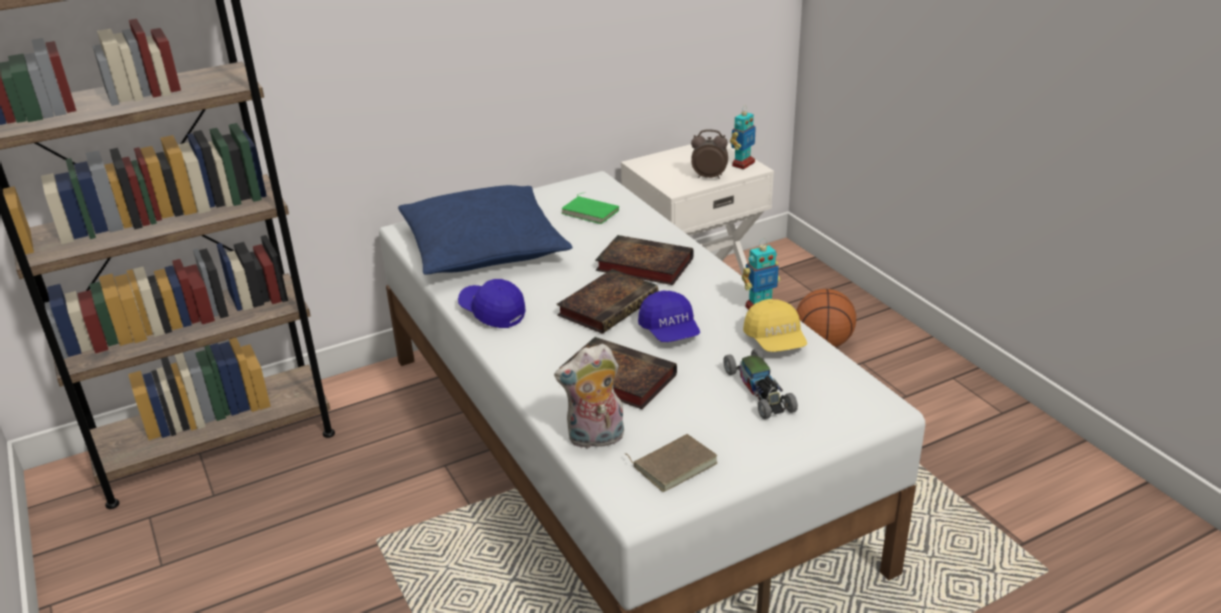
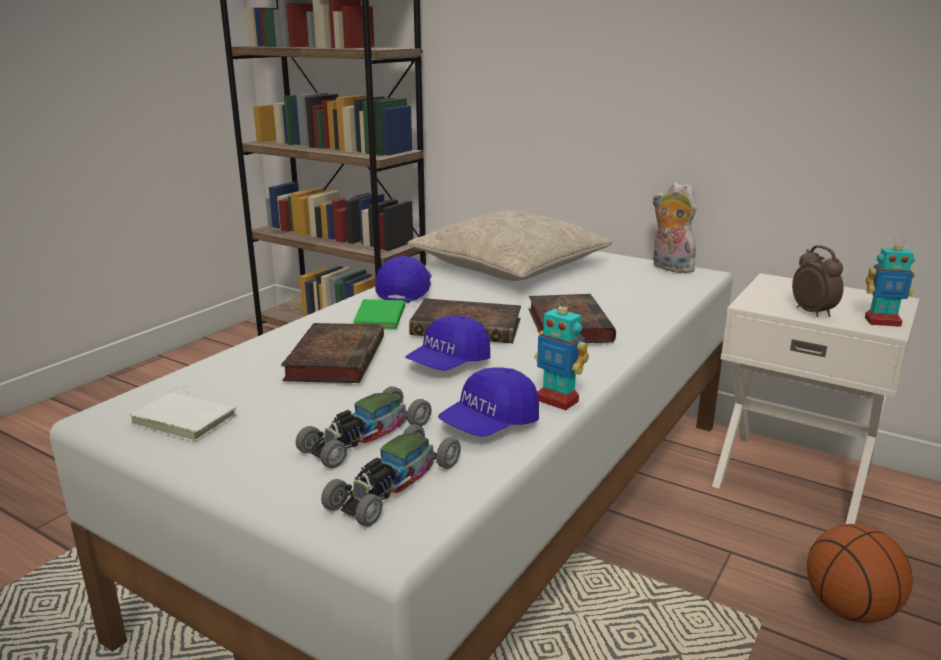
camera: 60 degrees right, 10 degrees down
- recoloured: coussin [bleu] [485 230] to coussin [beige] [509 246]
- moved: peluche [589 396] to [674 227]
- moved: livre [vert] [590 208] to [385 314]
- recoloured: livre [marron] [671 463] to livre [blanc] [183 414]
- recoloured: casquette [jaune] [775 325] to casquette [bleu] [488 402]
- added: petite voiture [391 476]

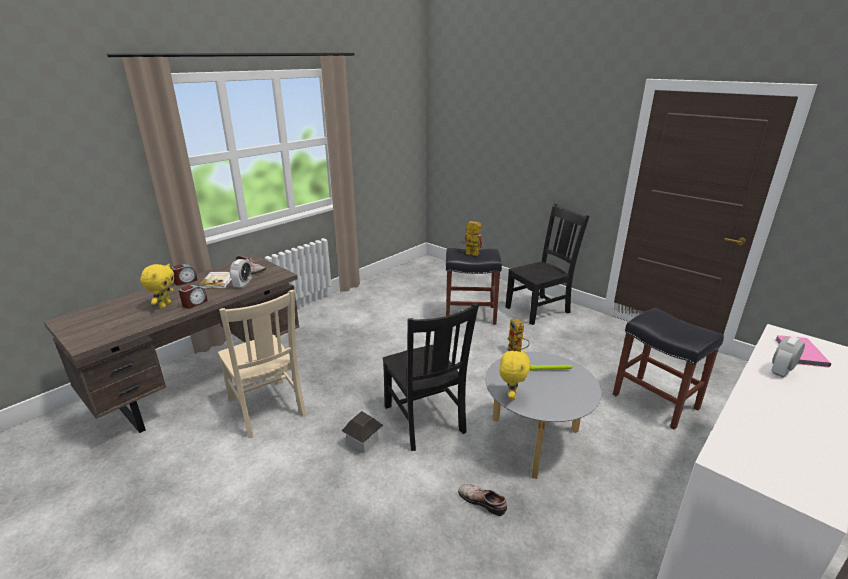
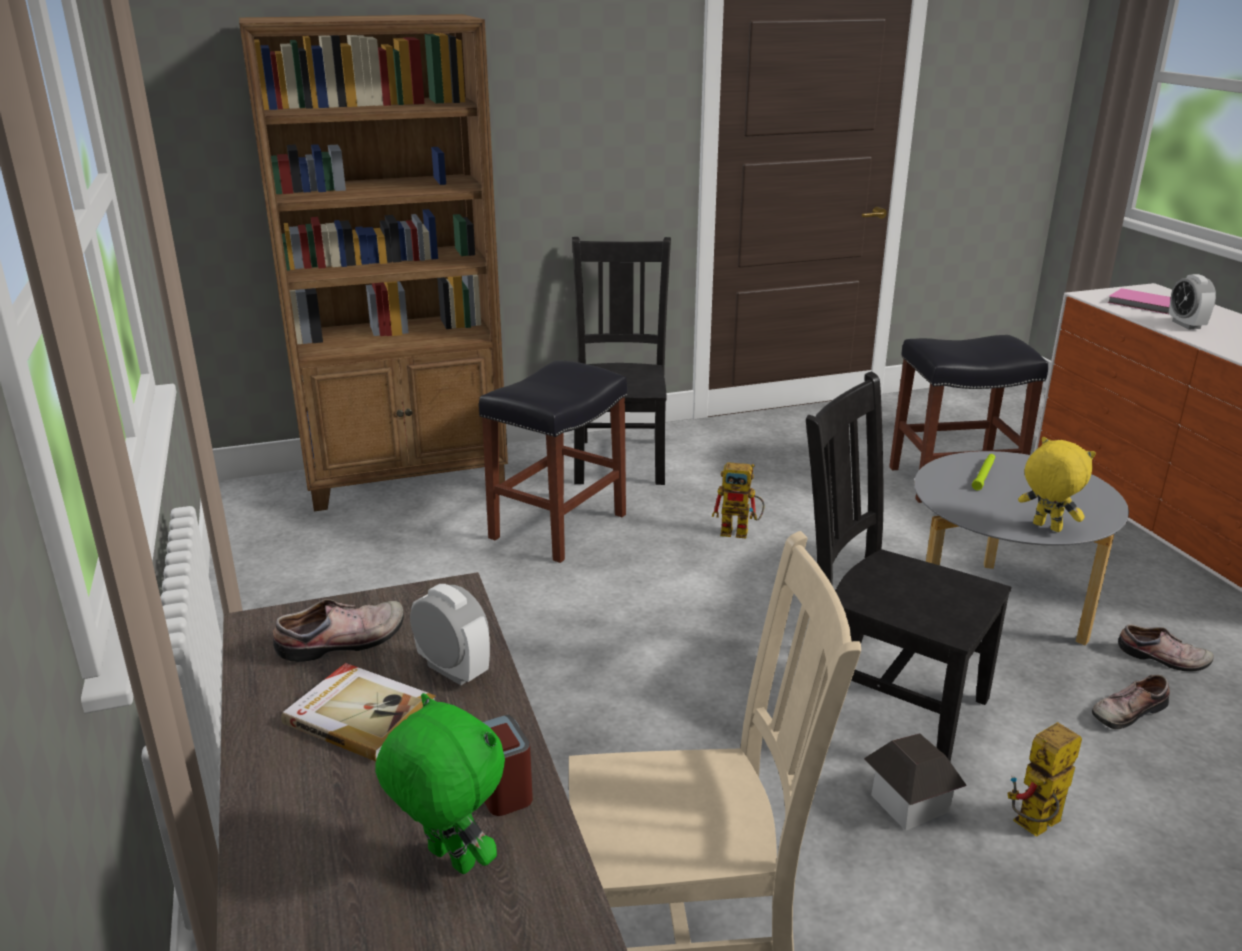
camera: 60 degrees left, 0 degrees up
- recoloured: peluche [jaune] [157 286] to peluche [vert] [440 783]
- removed: réveil [184 275]
- turned: chaise [noir] [430 377] = [908 566] 150 degrees counterclockwise
- moved: robot jouet [471 238] to [1045 779]
- added: bibliothèque [marron] [373 262]
- added: chaussure [1166 648]

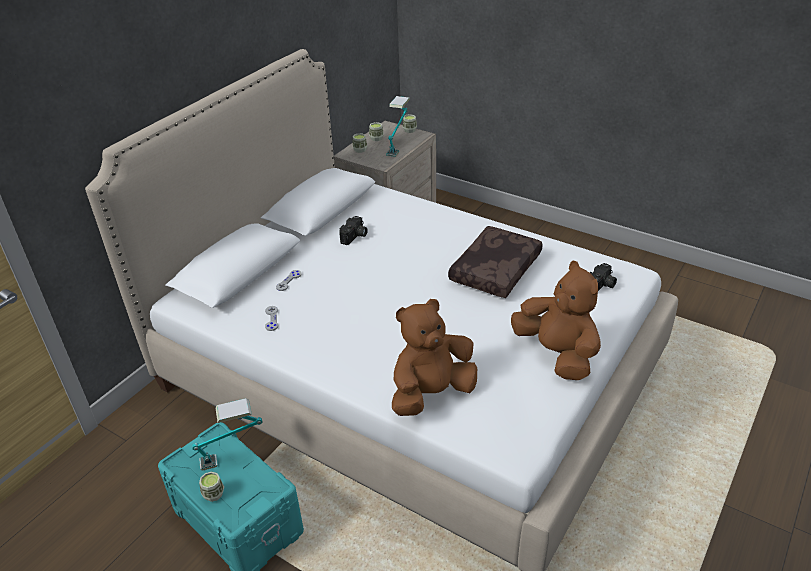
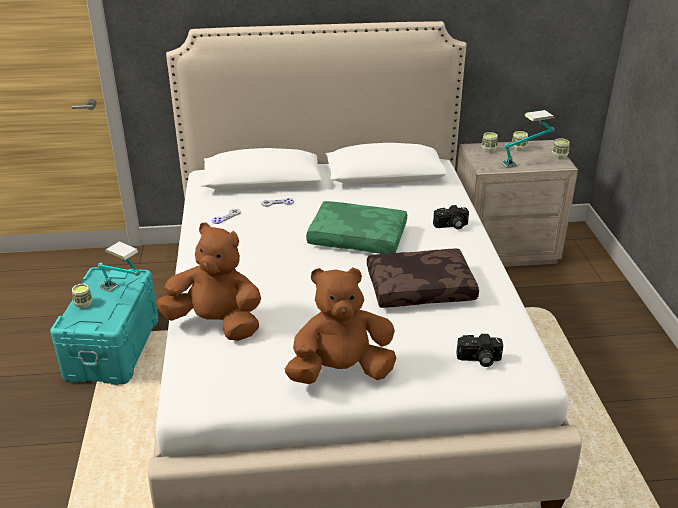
camera: 50 degrees right, 5 degrees down
- moved: appareil photo [353 230] to [451 217]
- turned: peluche [marron] [556 320] = [340 325] 120 degrees counterclockwise
- added: coussin [vert] [356 227]

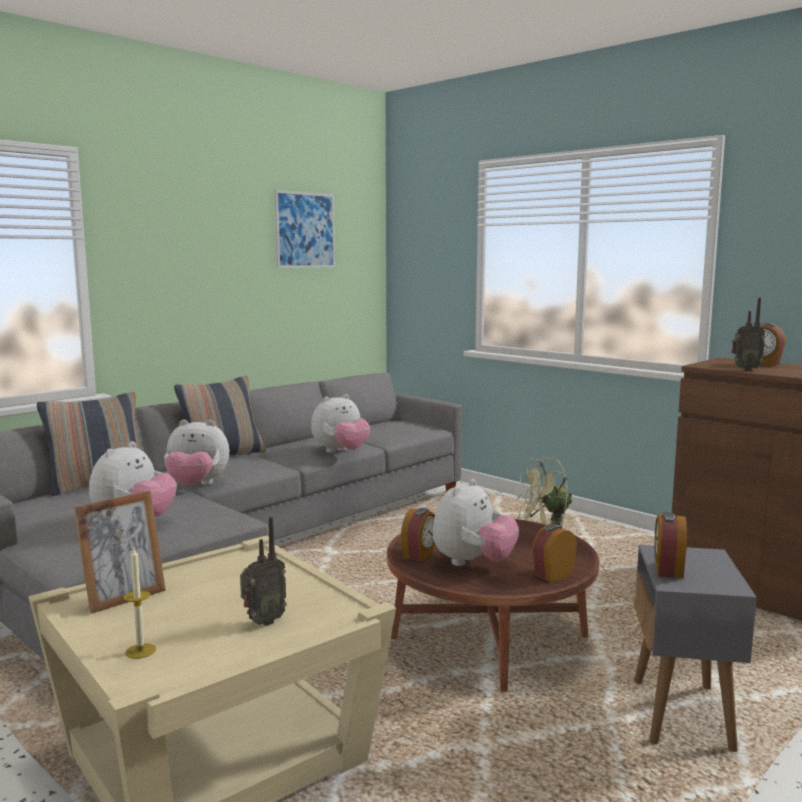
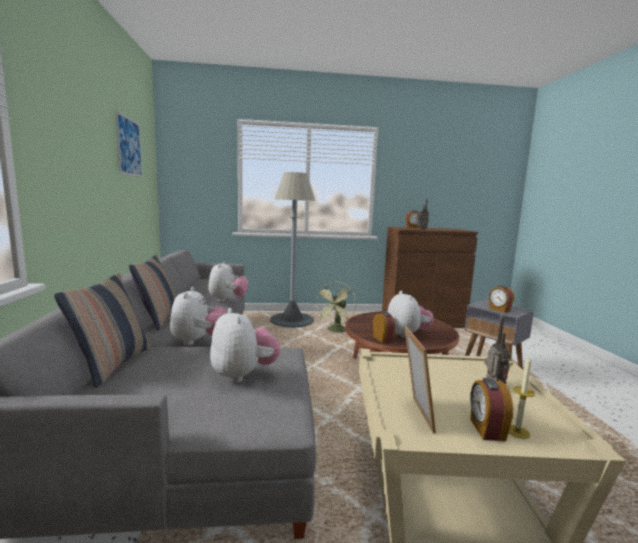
camera: 50 degrees left, 0 degrees up
- turned: peluche [196 453] = [198 316] 45 degrees counterclockwise
- moved: réveil [554 552] to [492 409]
- added: lampadaire [gris] [292 250]

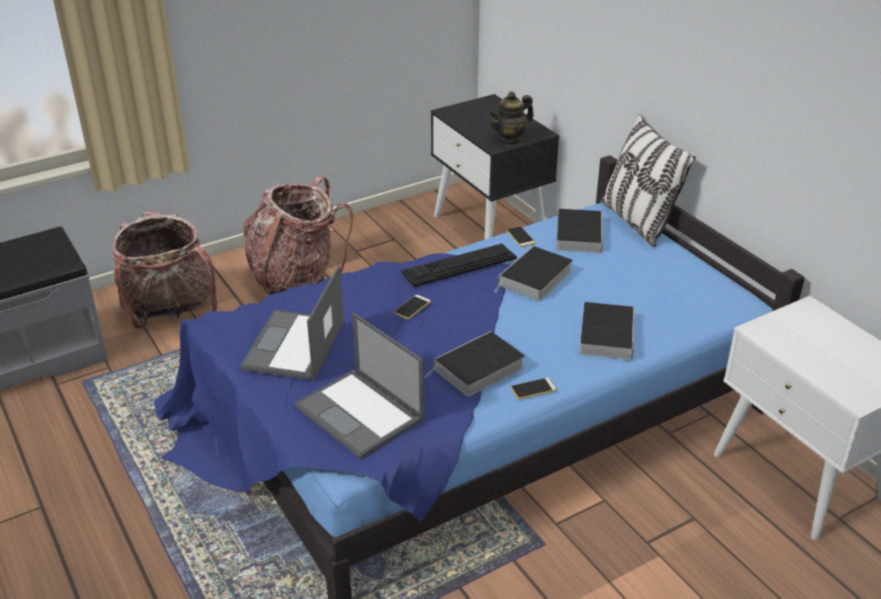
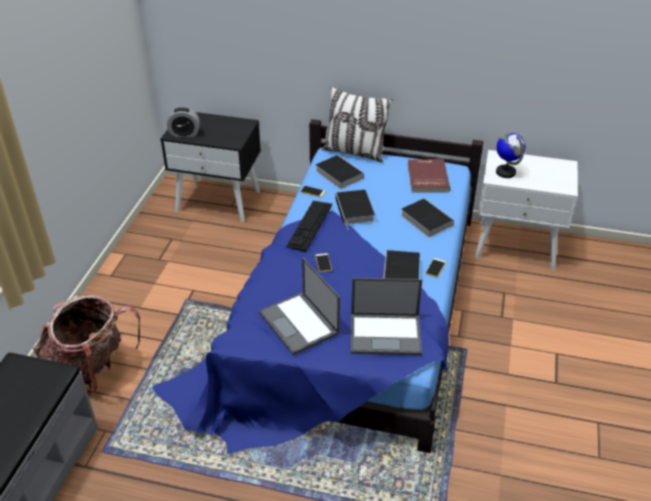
camera: 45 degrees left, 5 degrees up
- removed: sac à dos [298 235]
- removed: théière [511 118]
- added: réveil [183 122]
- added: livre [rouge] [428 176]
- added: globe [510 155]

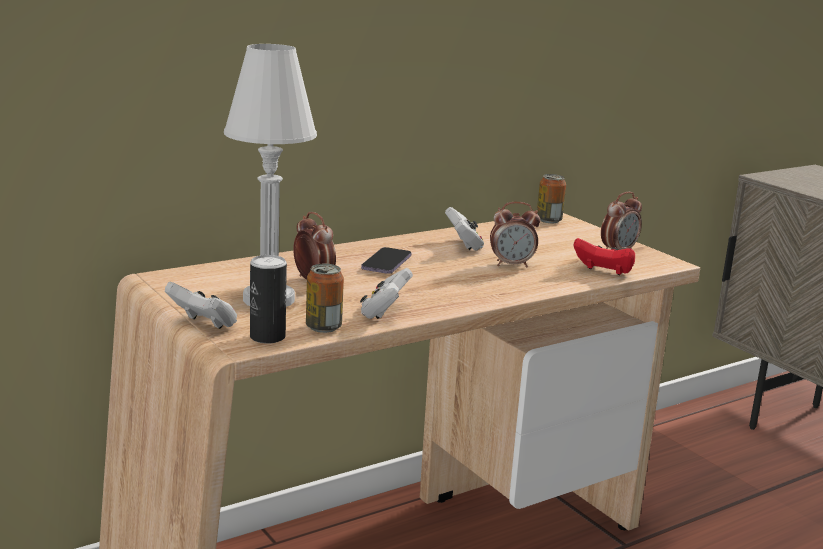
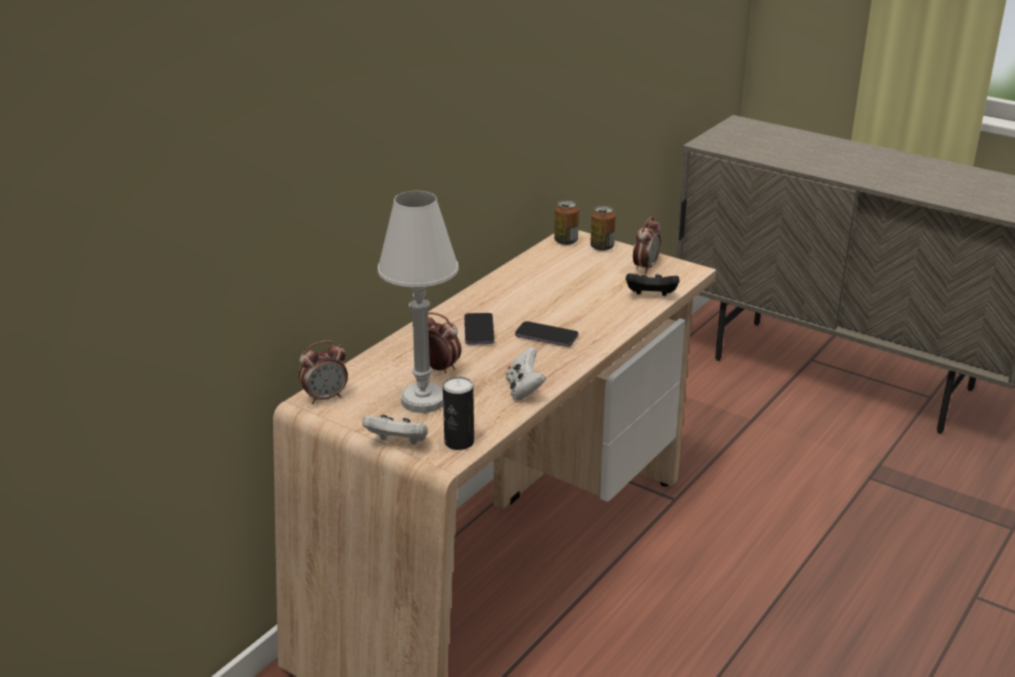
camera: 20 degrees left, 10 degrees up
- moved: boîte métallique [325 298] to [603 228]
- removed: manette [blanc] [464 228]
- moved: réveil [515 235] to [323 372]
- recoloured: manette [rouge] [604 256] to manette [noir] [653 284]
- added: téléphone [547 334]

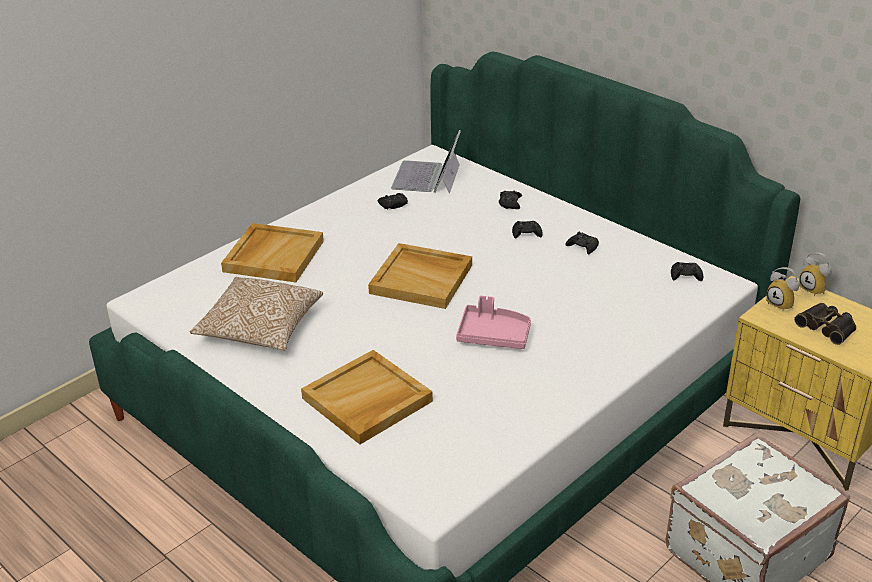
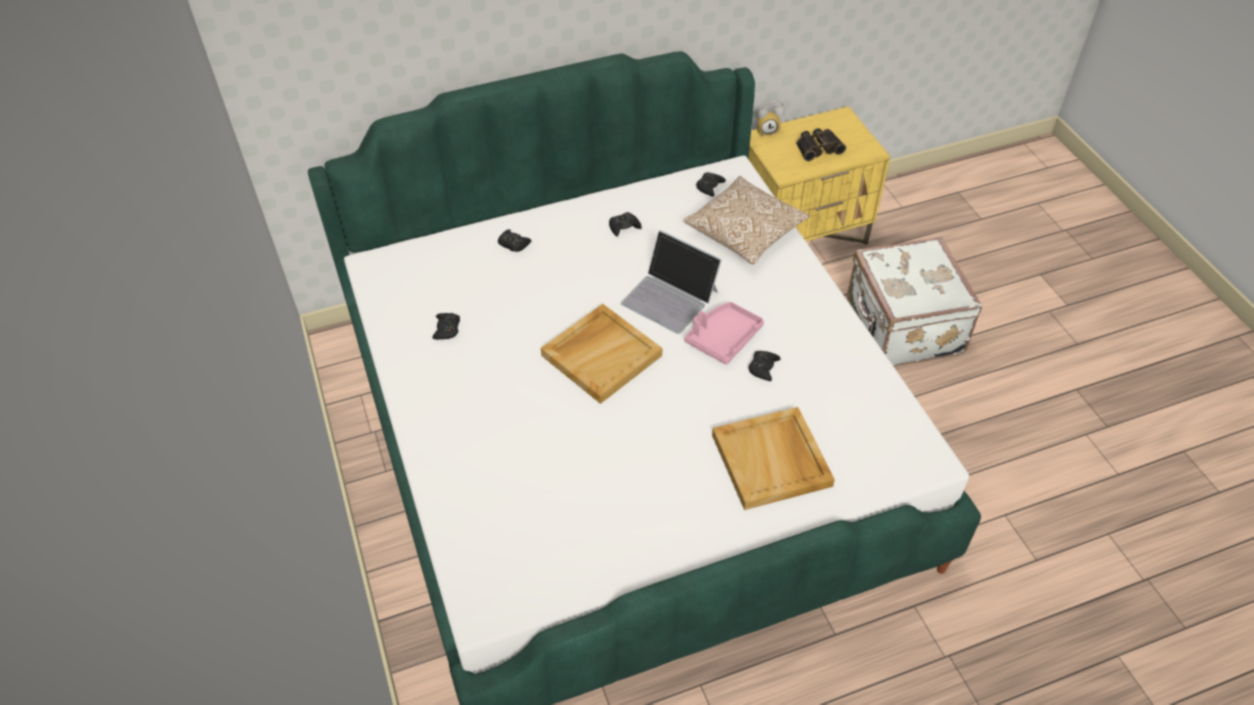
camera: 65 degrees left, 15 degrees up
- moved: coussin [256 314] to [747 220]
- removed: plateau [beige] [272 253]
- moved: ordinateur portable [426 162] to [671 282]
- moved: manette [noir] [527 229] to [764 366]
- removed: réveil [783 289]

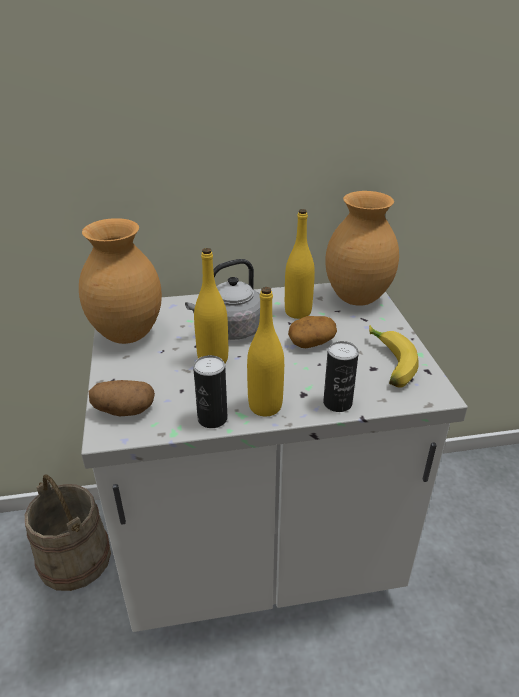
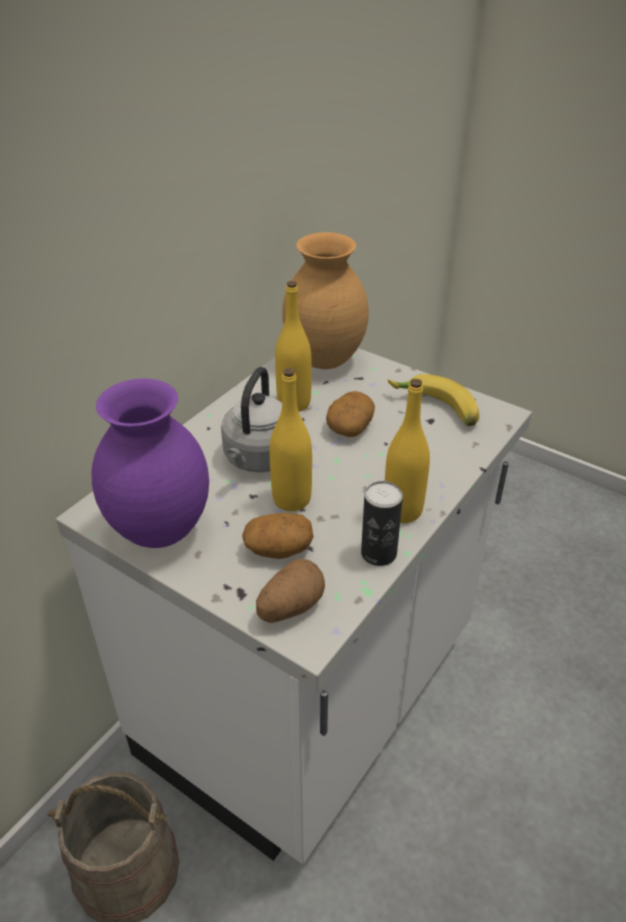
camera: 45 degrees left, 5 degrees up
- recoloured: vase [marron] [120 281] to vase [violet] [150 463]
- removed: boîte métallique [341 376]
- added: pomme de terre [278 536]

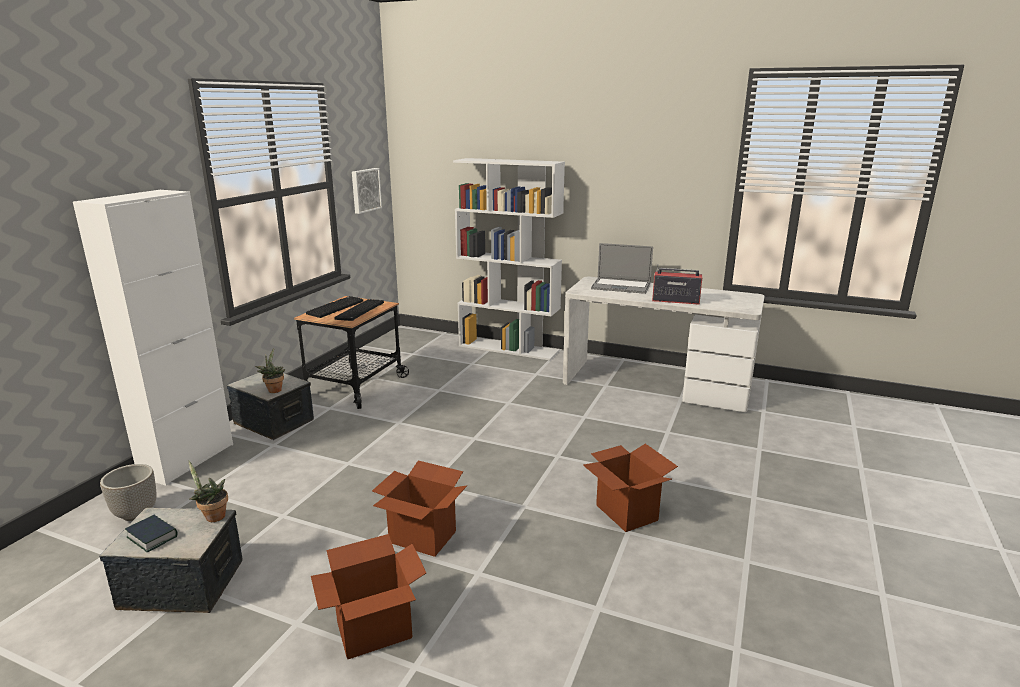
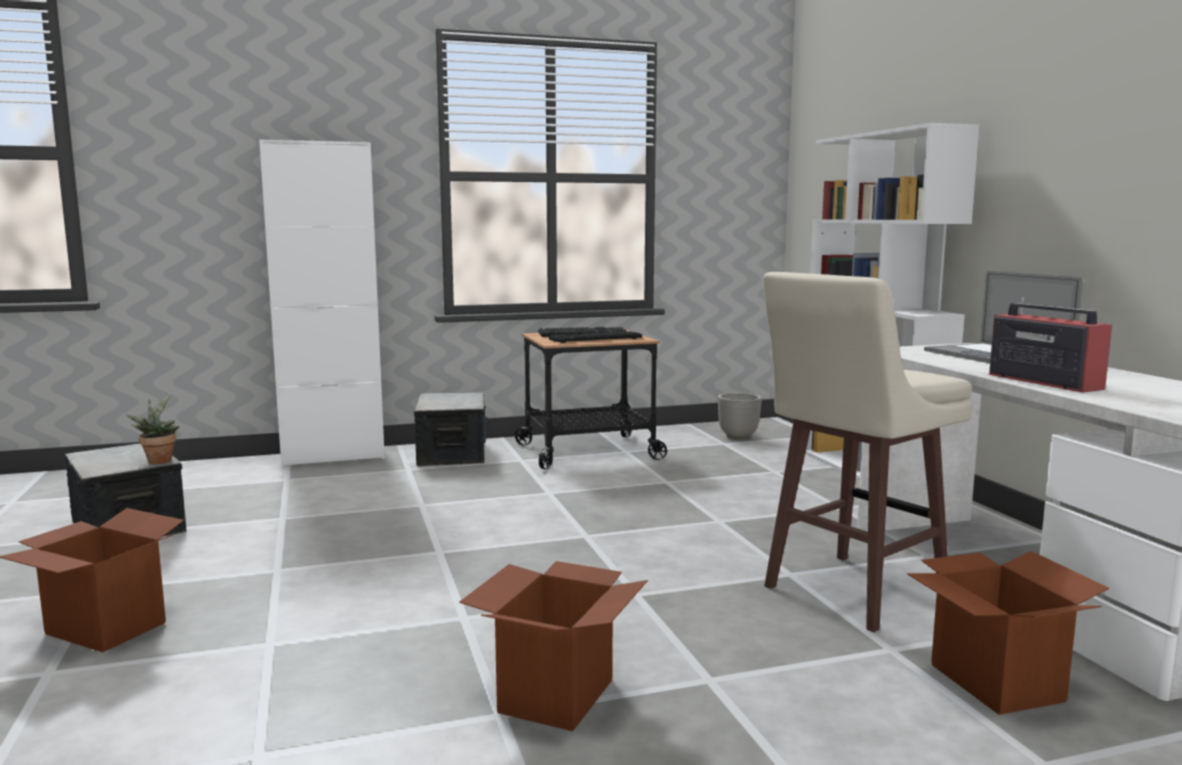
camera: 50 degrees right, 10 degrees down
- moved: cache-pot [128 492] to [739 416]
- removed: livre [151 533]
- removed: plante en pot [270 370]
- removed: tableau [367 191]
- moved: carton [419 508] to [1008 633]
- added: tabouret [beige] [868 452]

